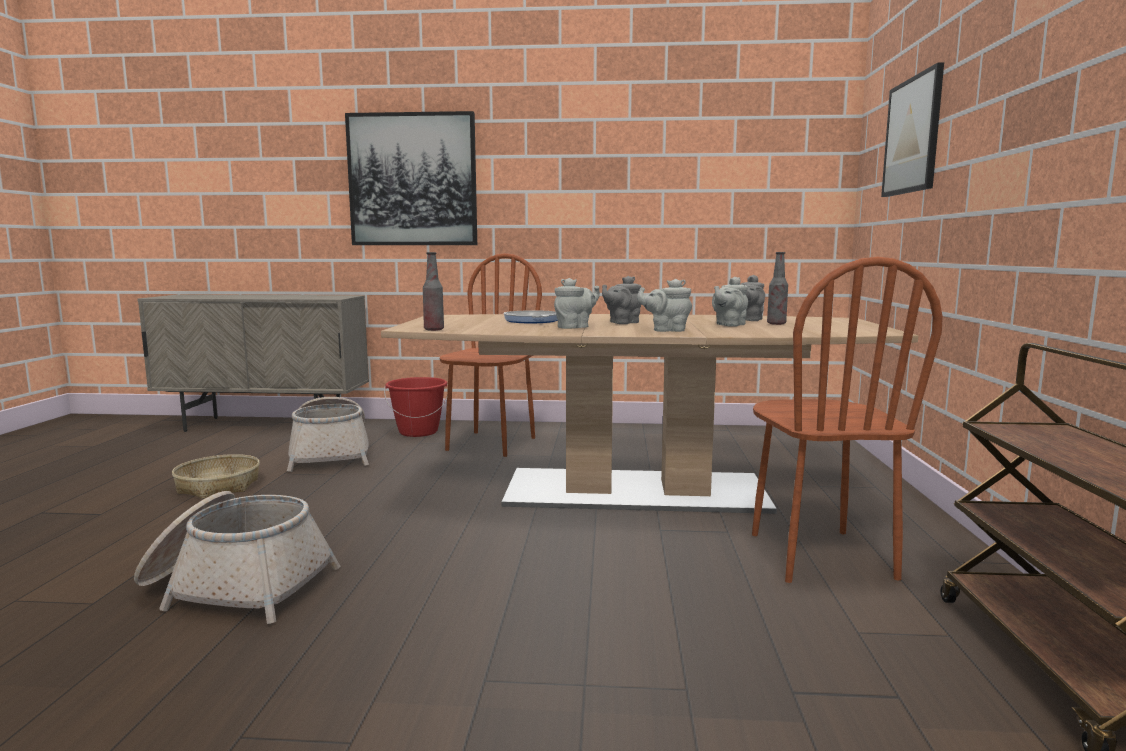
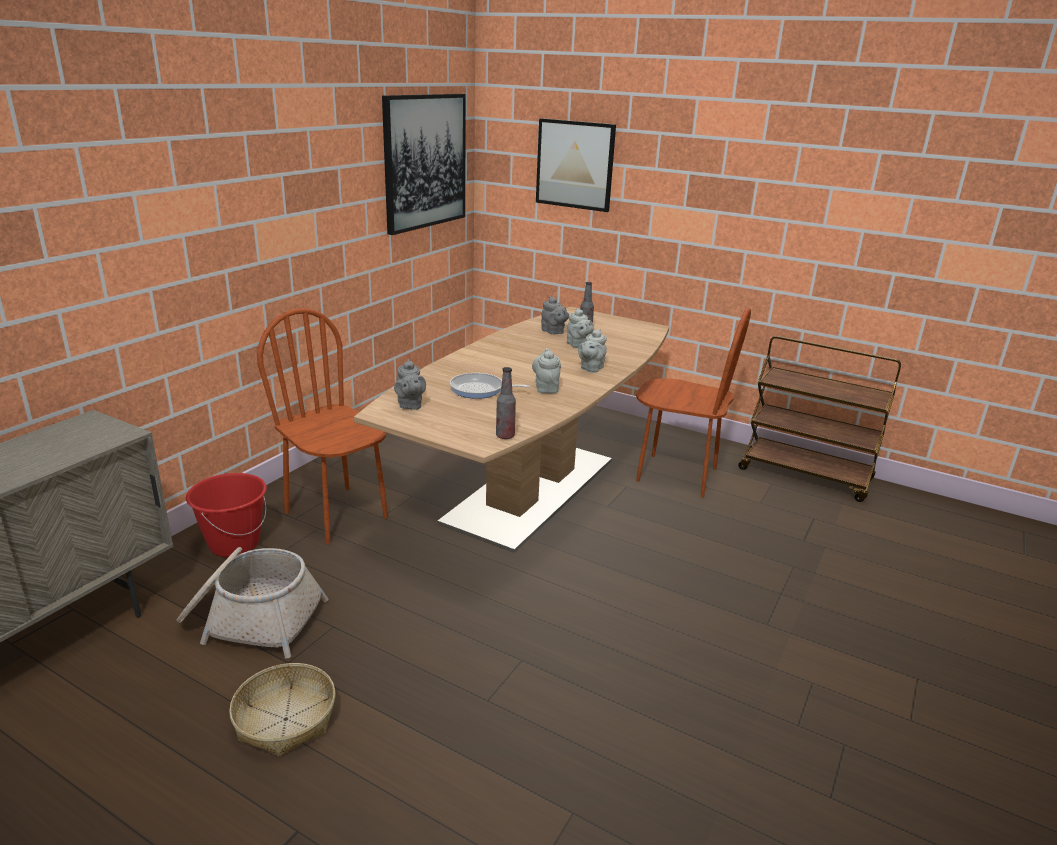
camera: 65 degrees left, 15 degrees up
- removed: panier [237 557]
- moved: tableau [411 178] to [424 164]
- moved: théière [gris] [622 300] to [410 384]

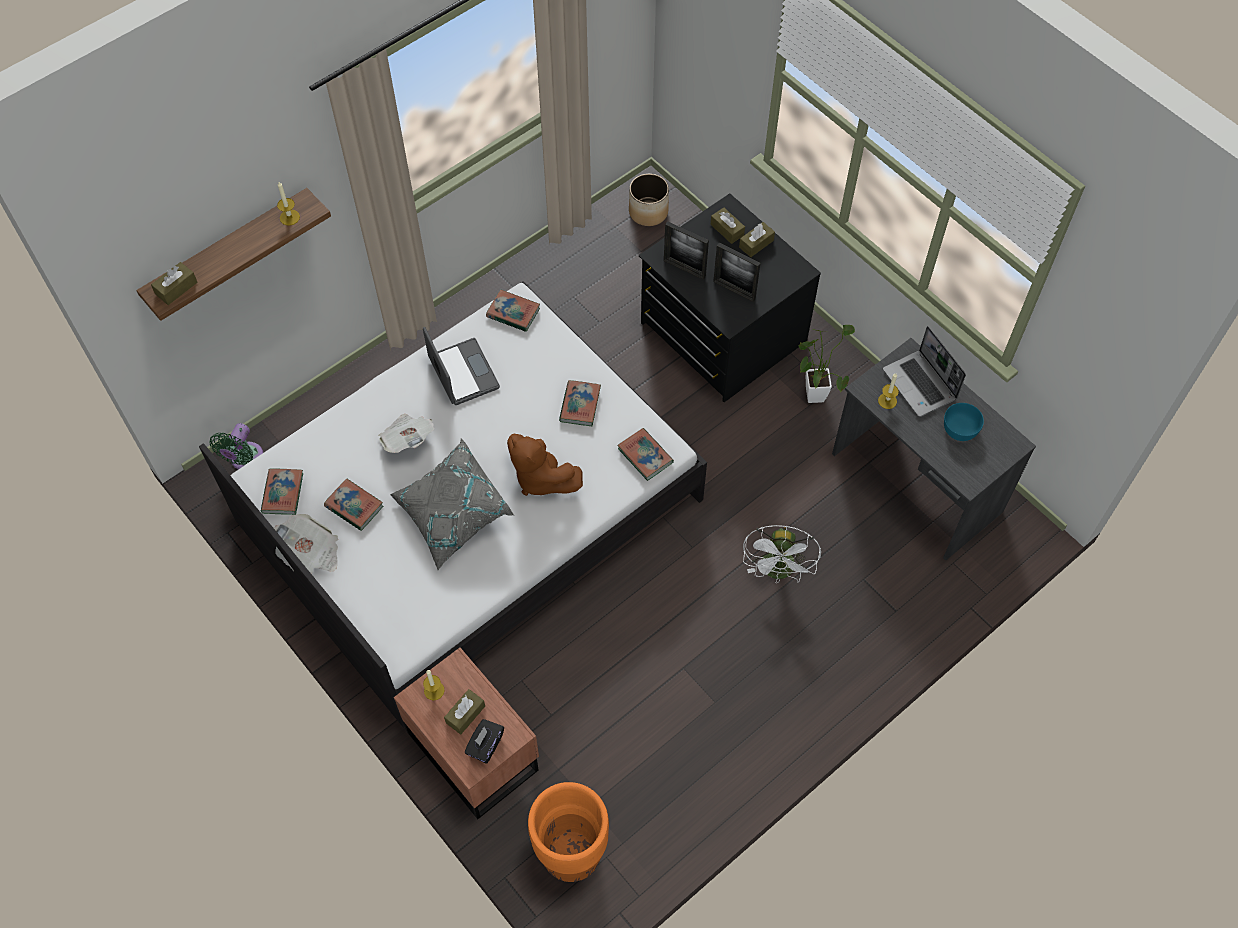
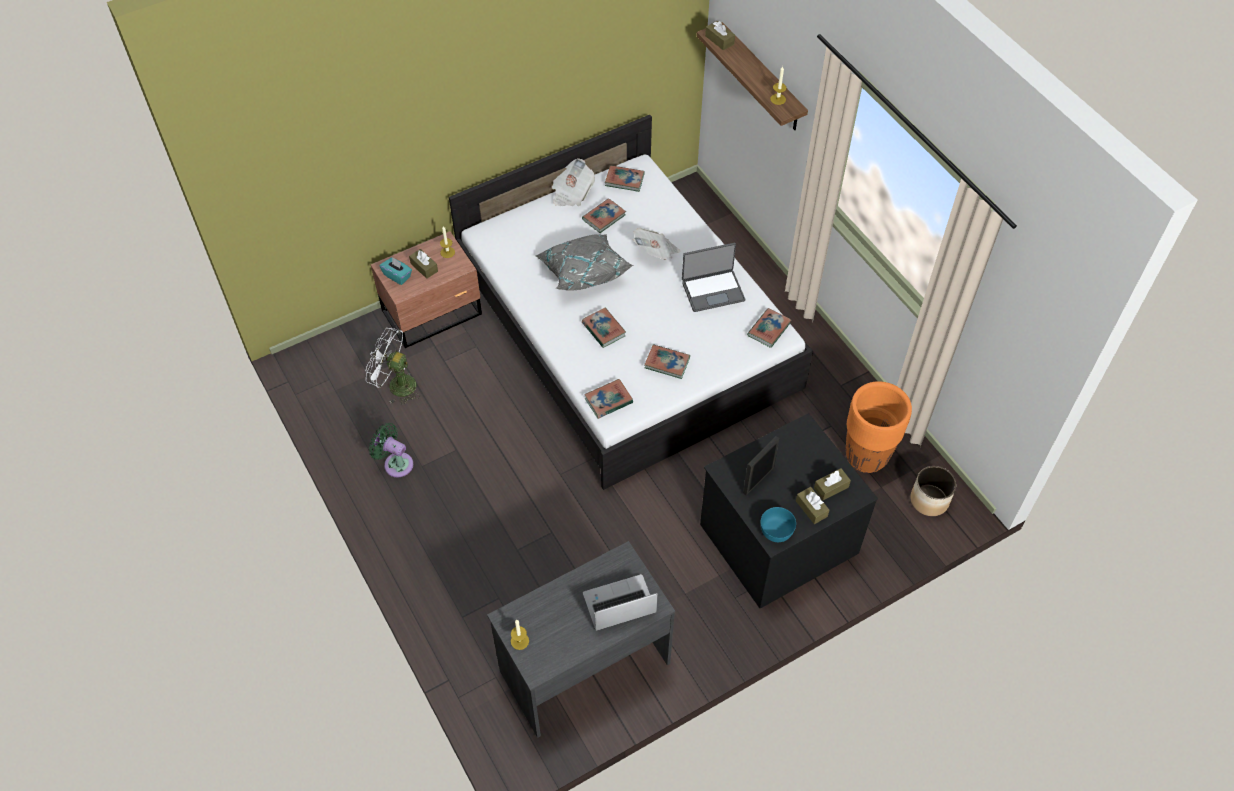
camera: 100 degrees right, 5 degrees down
- moved: ventilateur [vert] [236 446] to [391 450]
- recoloured: boîte à mouchoirs [noir] [484 741] to boîte à mouchoirs [turquoise] [396 271]
- replaced: peluche [marron] [545 464] to livre [604 328]
- moved: cache-pot [orange] [568 832] to [879 427]
- removed: cadre photo [686 250]
- moved: ventilateur [blanc] [782 554] to [392 366]
- removed: plante en pot [827 364]
- moved: bougie [888 391] to [520 635]
- moved: bol [turquoise] [964 422] to [778 524]

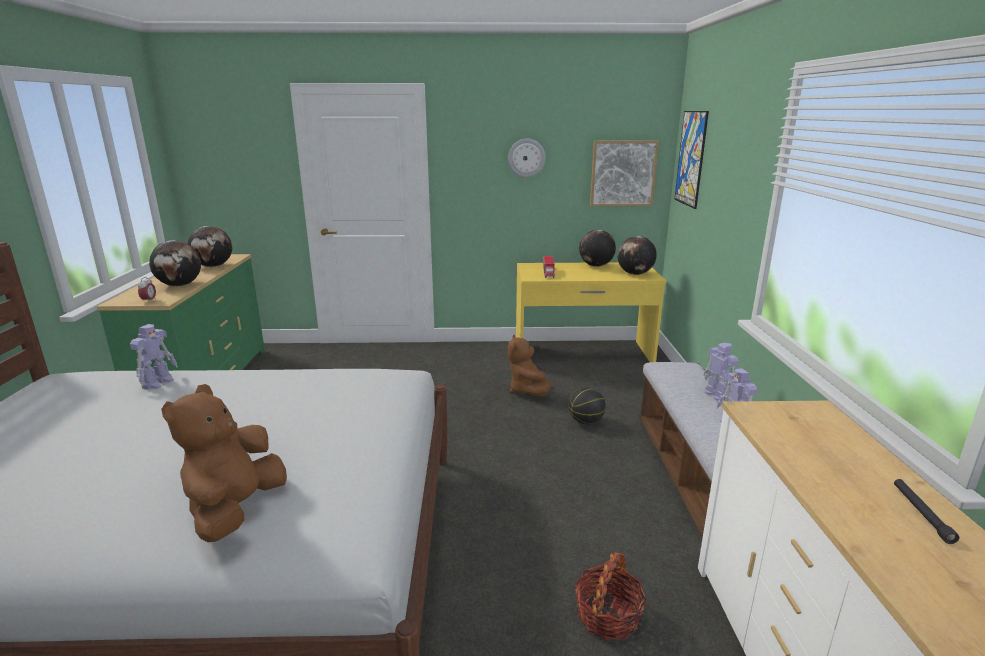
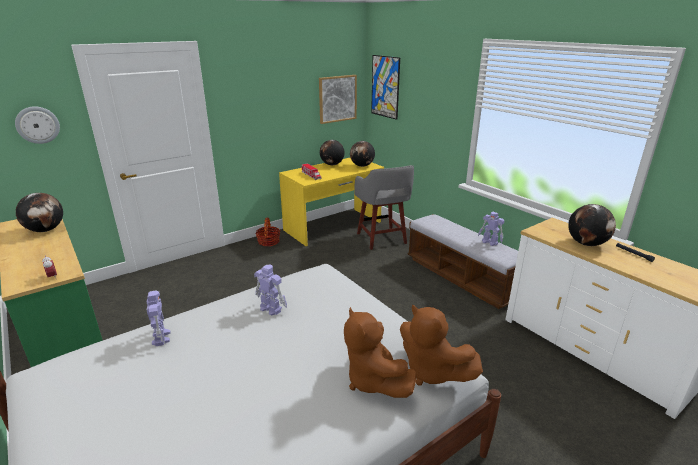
camera: 35 degrees left, 5 degrees up
- moved: globe [175 263] to [592 225]
- moved: horloge murale [527 158] to [37 125]
- moved: peluche [marron] [530 365] to [441 345]
- removed: ballon de basket [587 405]
- moved: panier [611 596] to [267 232]
- moved: robot jouet [721 372] to [270 290]
- added: tabouret [gris] [384 207]

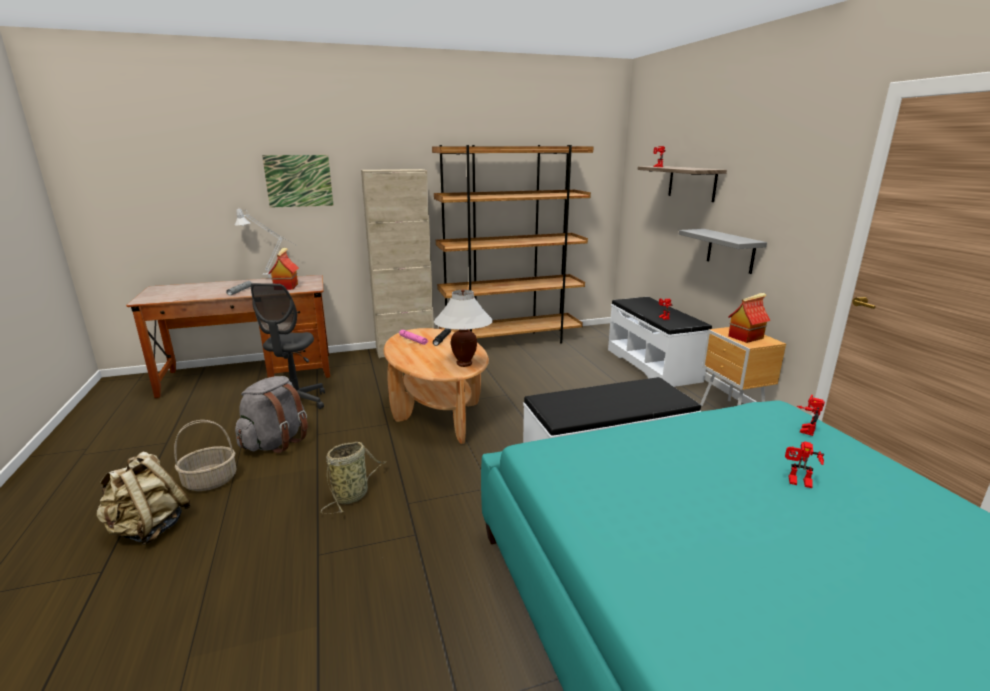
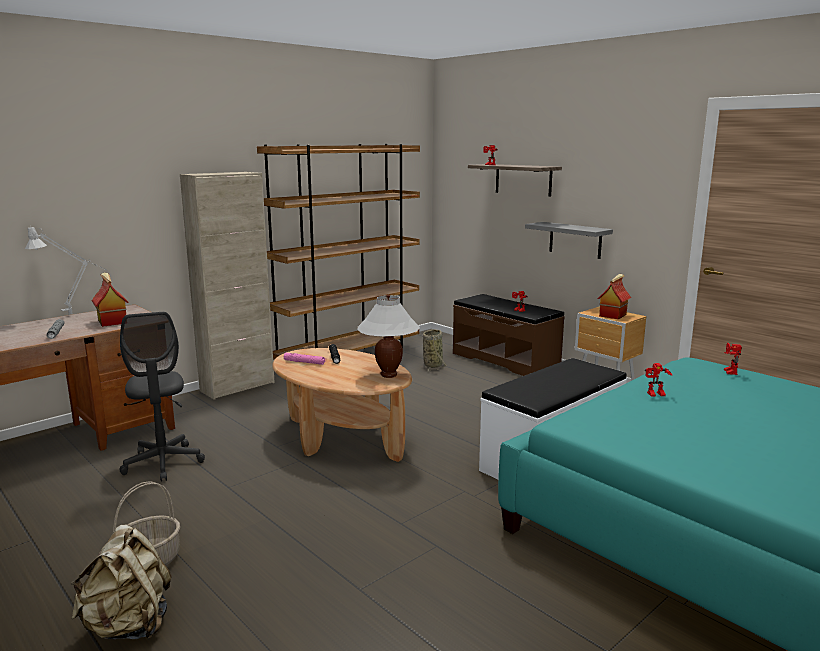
camera: 25 degrees left, 5 degrees down
- removed: sac à dos [gris] [271 414]
- removed: tableau [298 181]
- moved: panier [353 478] to [434 349]
- recoloured: banc [blanc] [660 342] to banc [marron] [509 335]
- moved: robot jouet [804 464] to [658 379]

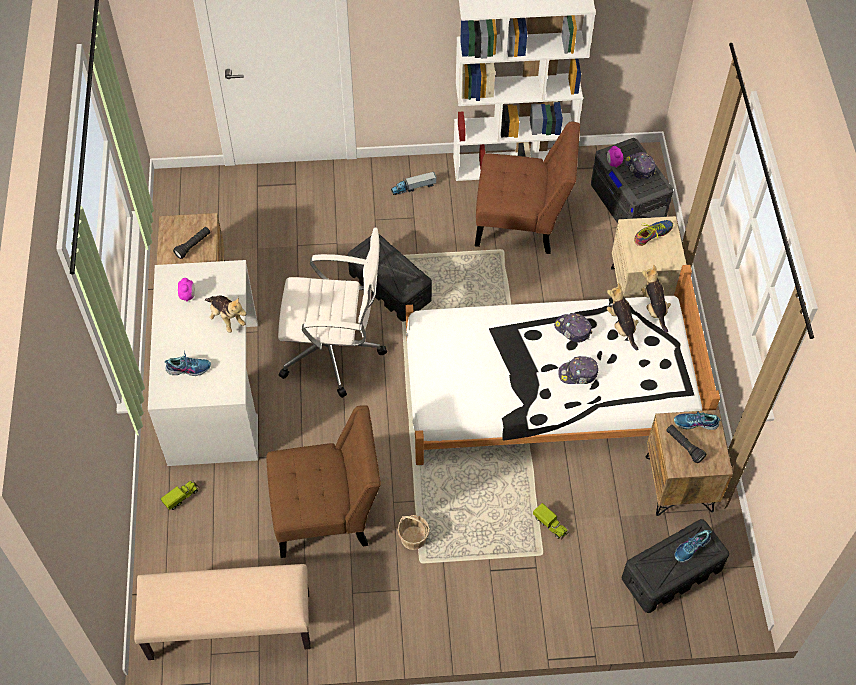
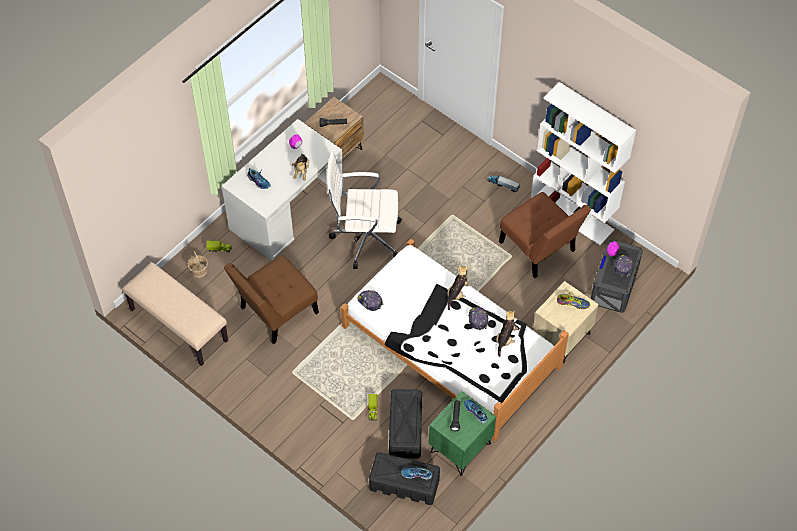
camera: 45 degrees right, 0 degrees up
- turned: chaise [marron] [323 481] = [271 299] 105 degrees clockwise
- turned: chaise de bureau [blanc] [332 313] = [364 210] 135 degrees clockwise
- moved: boîte de rangement [noir] [390 277] to [405 424]
- moved: panier [414 532] to [197 264]
- moved: casquette [578 370] to [370 300]
- moved: peluche [656 298] to [458 287]
- recoloured: table de chevet [marron] [689 463] to table de chevet [vert] [462 433]

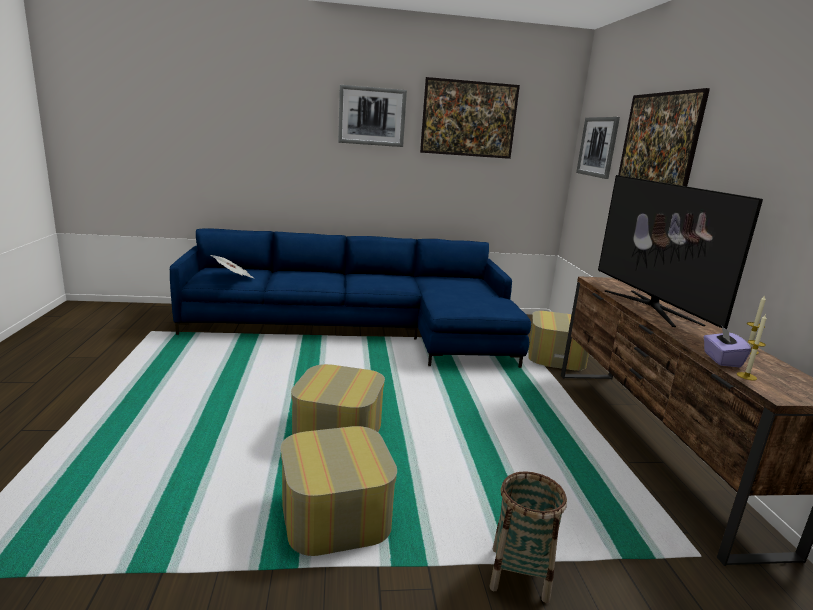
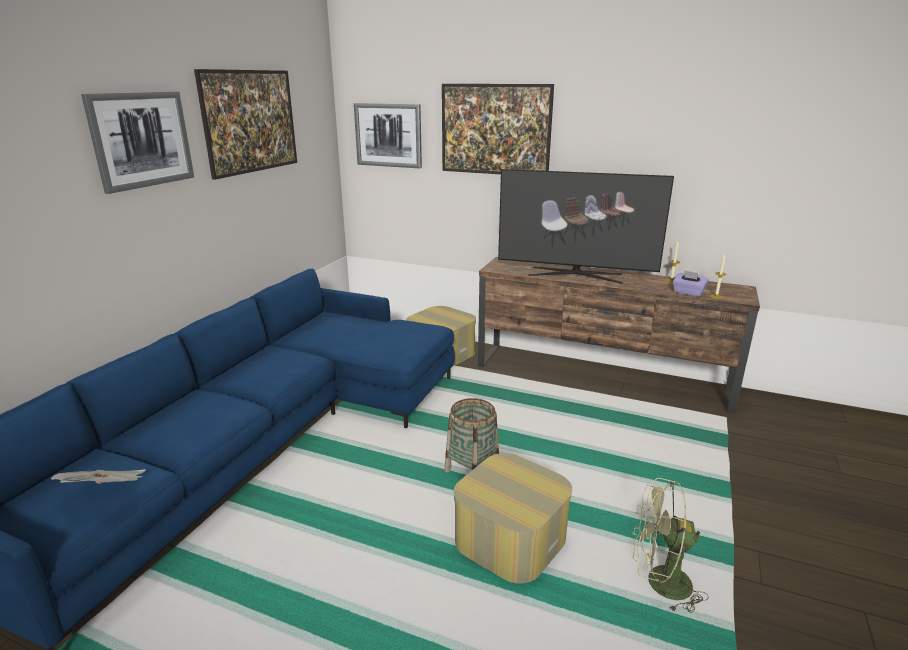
camera: 60 degrees left, 5 degrees up
- replaced: pouf [339 491] to ventilateur [vert] [670 545]
- moved: panier [528 537] to [472 435]

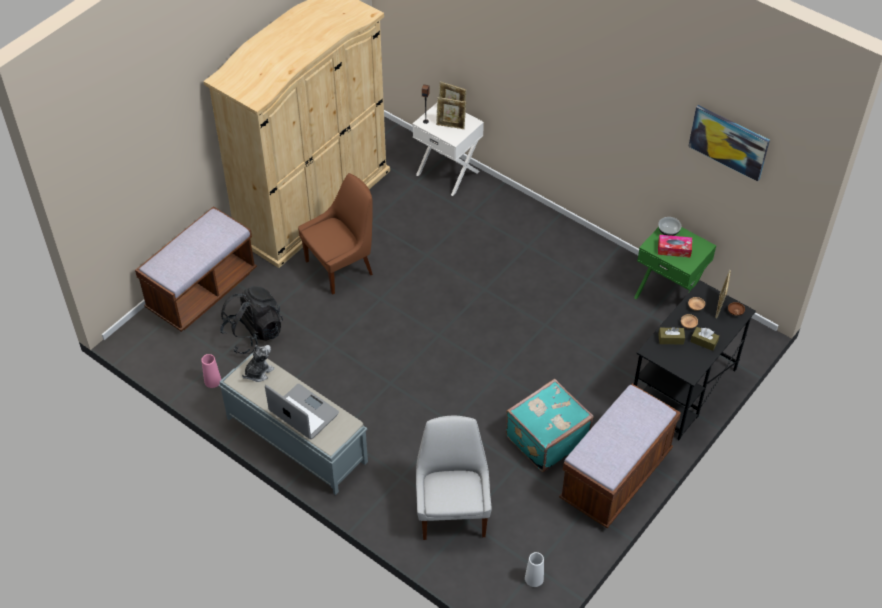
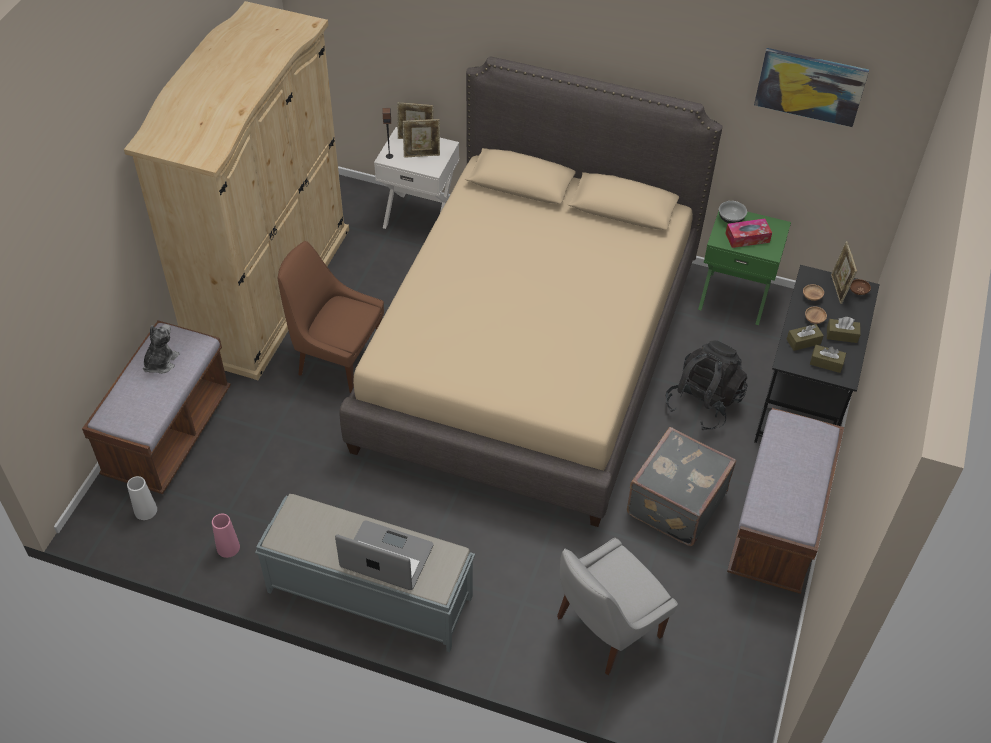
camera: 20 degrees left, 0 degrees up
- moved: sac à dos [noir] [251 320] to [707 385]
- moved: peluche [258 363] to [161 349]
- turned: chaise [marron] [335 234] = [331 317] 105 degrees counterclockwise
- turned: chaise [blanc] [454 478] = [617 606] 105 degrees counterclockwise
- recoloured: valise [turquoise] [550 425] to valise [gris] [681 486]
- moved: vase [blanc] [534 569] to [142 498]
- added: lit [beige] [530 292]
- added: boîte à mouchoirs [marron] [828 359]

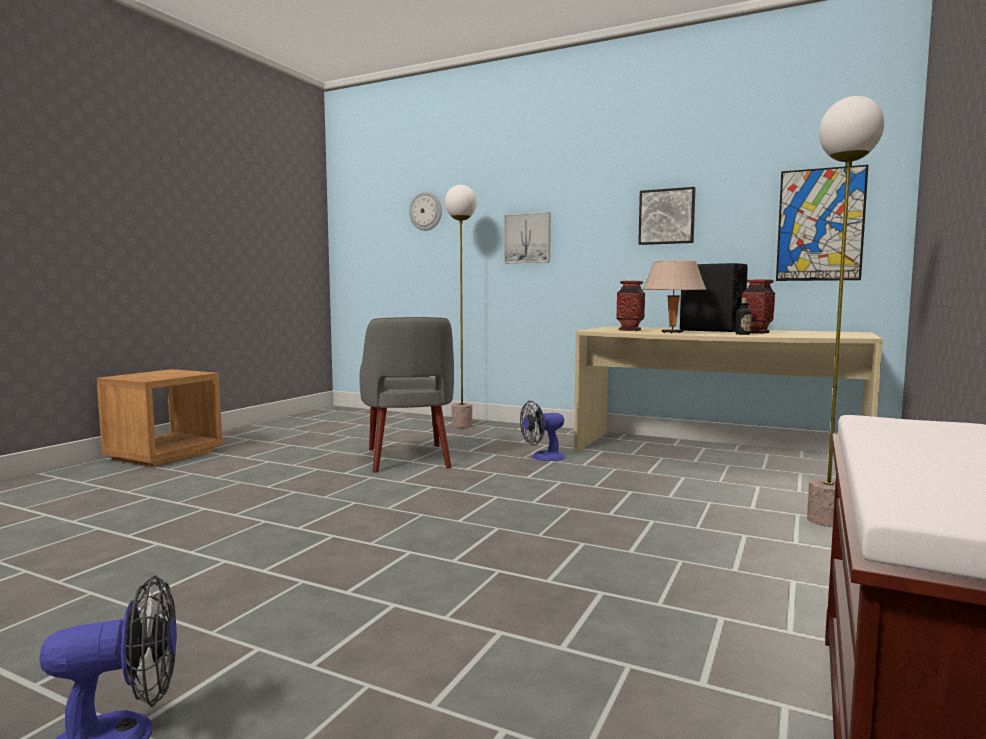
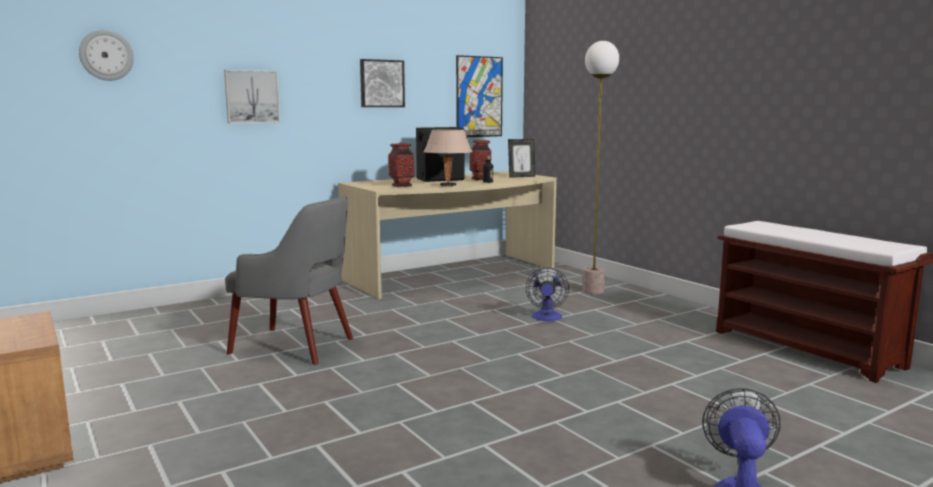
camera: 60 degrees left, 5 degrees up
- removed: lampadaire [461 306]
- moved: ventilateur [543 431] to [547 294]
- added: cadre photo [521 158]

